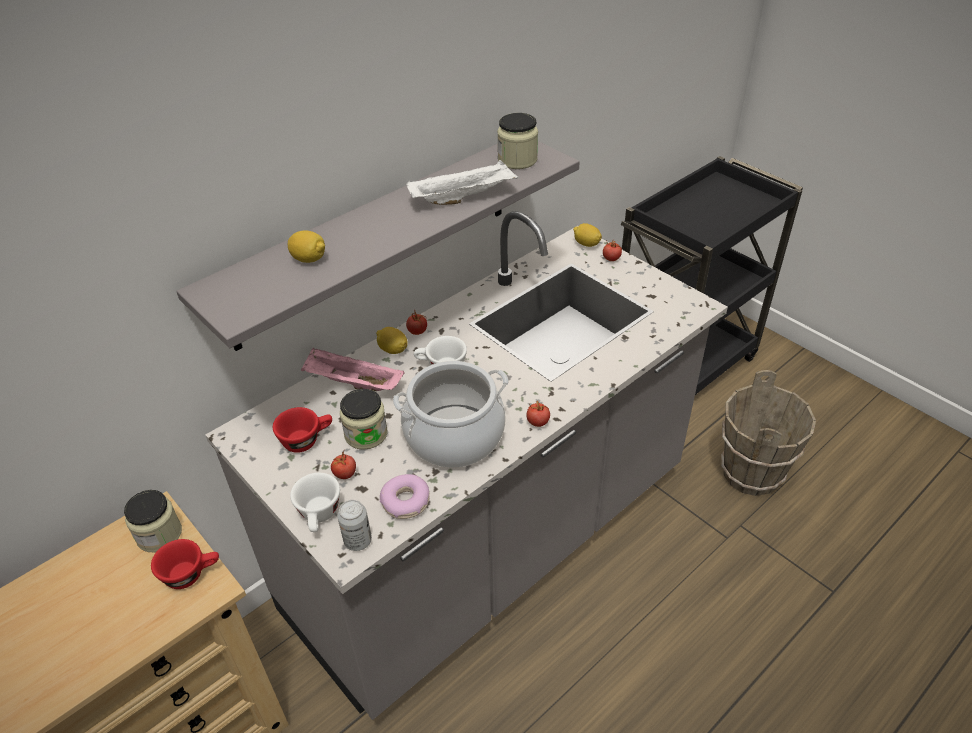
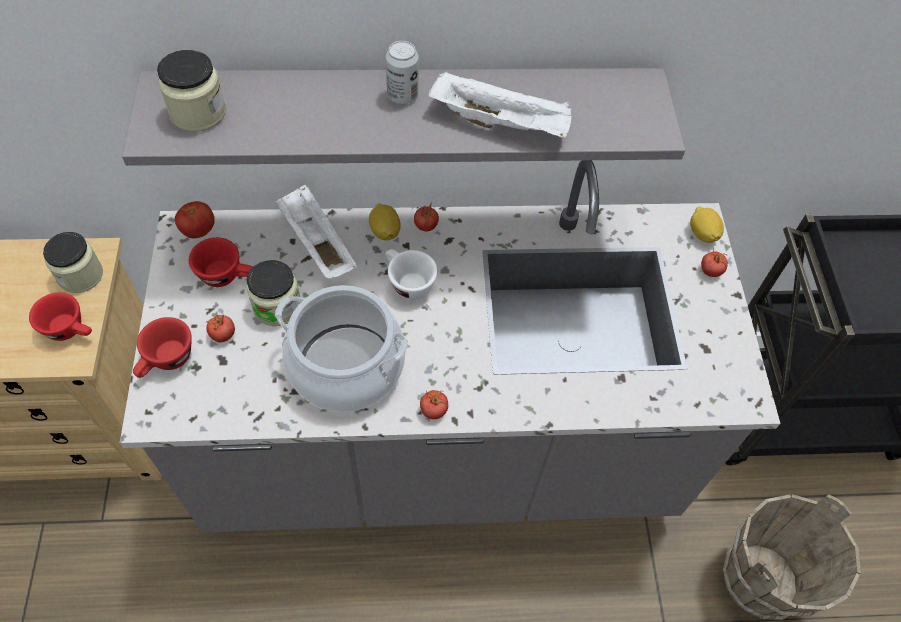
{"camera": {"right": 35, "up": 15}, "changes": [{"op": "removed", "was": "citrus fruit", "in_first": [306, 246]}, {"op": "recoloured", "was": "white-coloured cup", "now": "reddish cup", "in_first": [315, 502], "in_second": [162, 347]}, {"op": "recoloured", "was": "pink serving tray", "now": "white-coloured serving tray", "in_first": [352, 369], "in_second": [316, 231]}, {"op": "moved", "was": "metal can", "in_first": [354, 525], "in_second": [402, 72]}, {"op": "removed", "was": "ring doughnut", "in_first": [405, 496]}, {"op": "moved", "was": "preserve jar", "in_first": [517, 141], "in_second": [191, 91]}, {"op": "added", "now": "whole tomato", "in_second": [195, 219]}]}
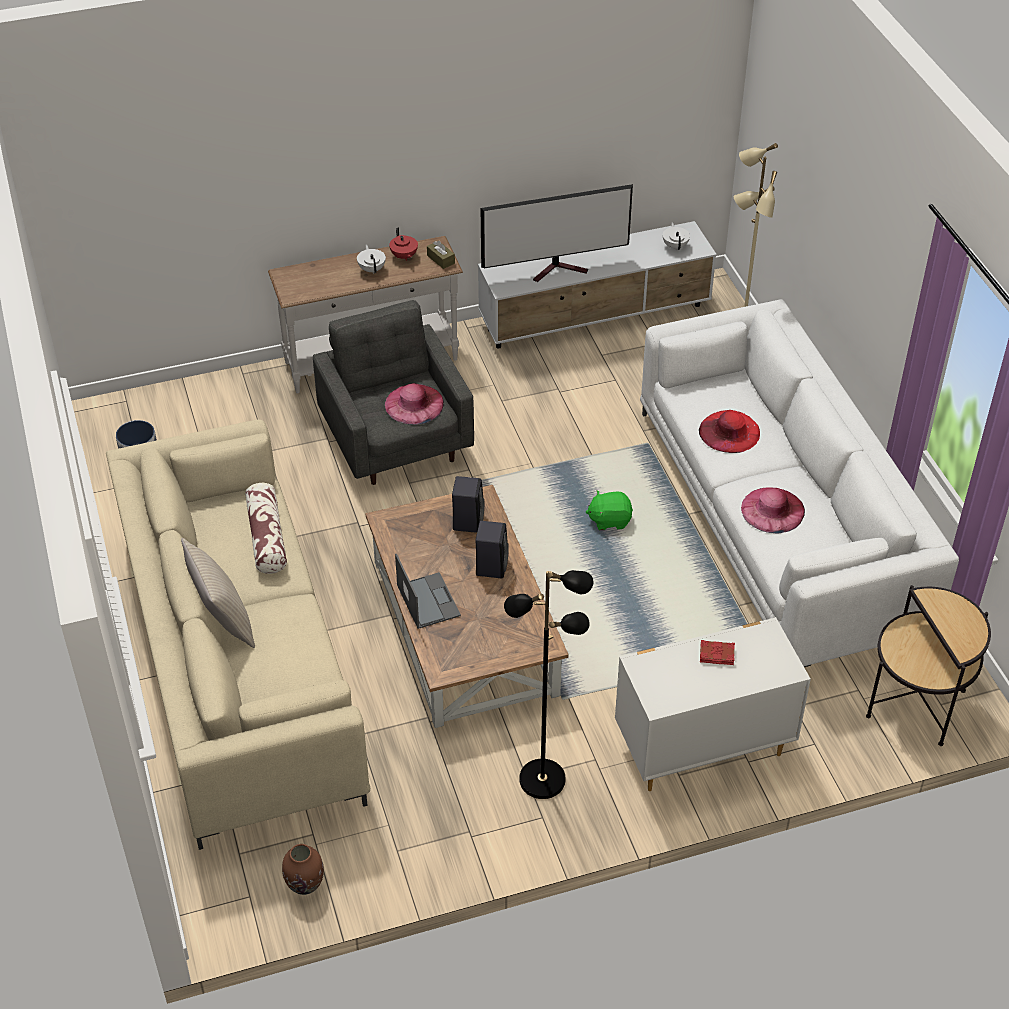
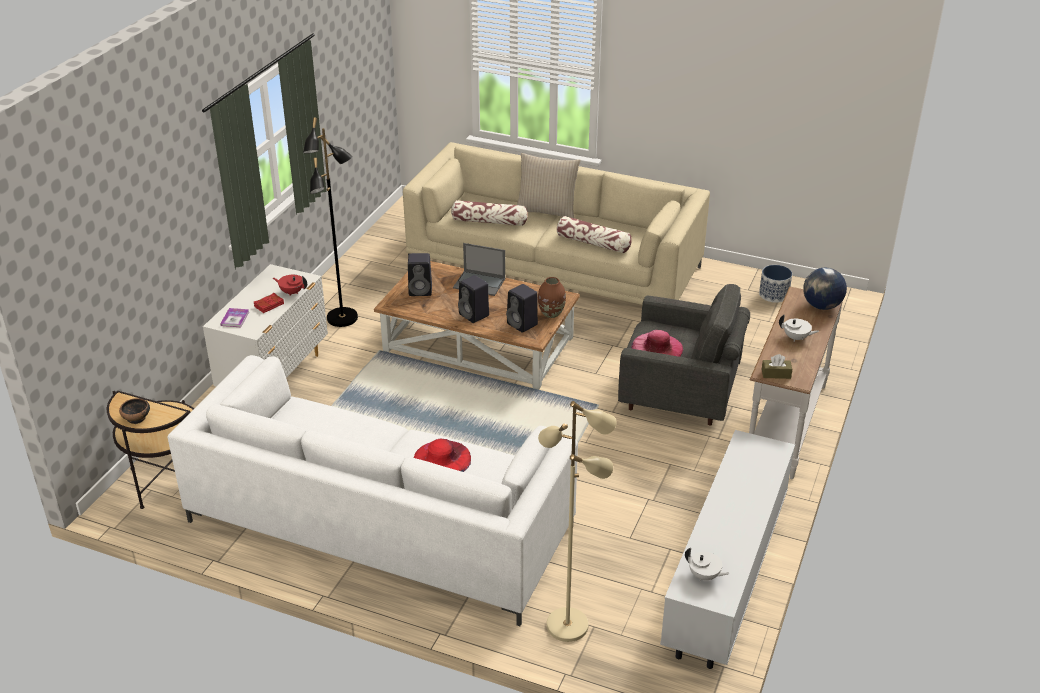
{"camera": {"right": 130, "up": -10}, "changes": [{"op": "moved", "was": "brown decorative vase", "in_first": [303, 869], "in_second": [552, 297]}, {"op": "moved", "was": "reddish tea pot", "in_first": [403, 244], "in_second": [290, 285]}, {"op": "removed", "was": "TV", "in_first": [557, 233]}, {"op": "removed", "was": "green cuddly toy", "in_first": [609, 510]}, {"op": "removed", "was": "pink wearable hat", "in_first": [773, 510]}, {"op": "added", "now": "bowl", "in_second": [134, 411]}, {"op": "added", "now": "bound book", "in_second": [234, 317]}, {"op": "added", "now": "blackish audio speaker", "in_second": [420, 274]}, {"op": "added", "now": "cushion", "in_second": [489, 213]}, {"op": "added", "now": "world globe", "in_second": [825, 289]}]}
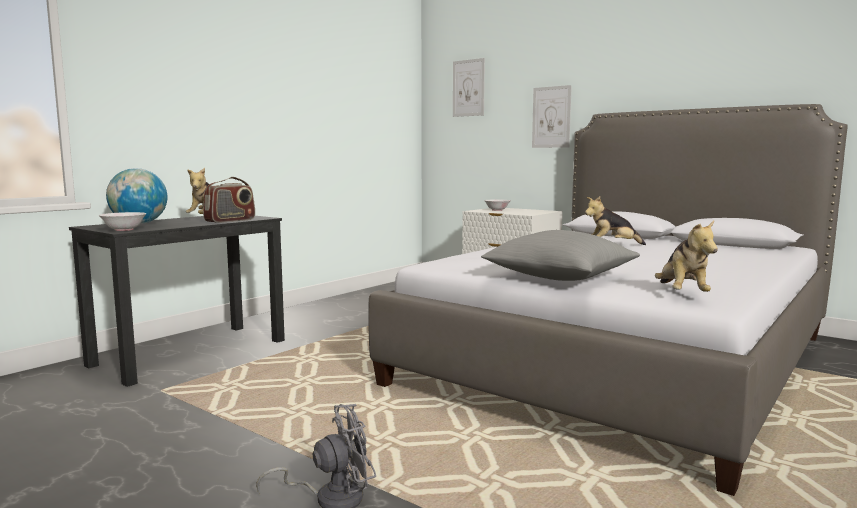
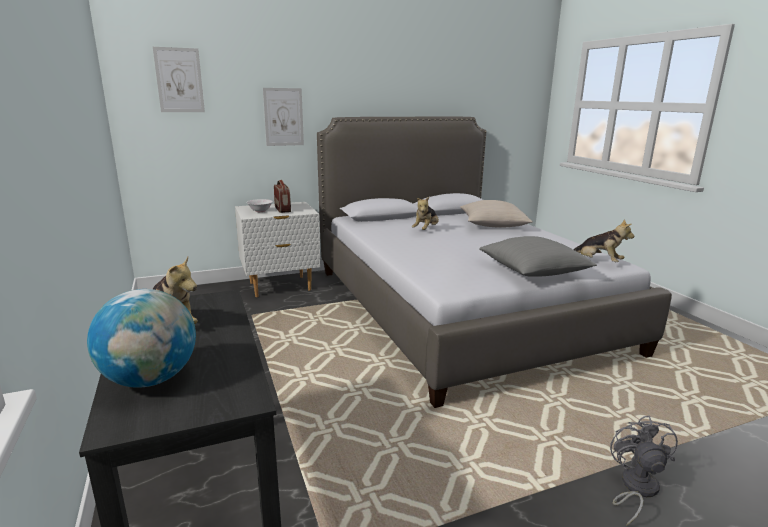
{"camera": {"right": -60, "up": 10}, "changes": [{"op": "removed", "was": "white-coloured bowl", "in_first": [123, 221]}, {"op": "moved", "was": "radio receiver", "in_first": [229, 200], "in_second": [282, 196]}, {"op": "added", "now": "sand-coloured cushion", "in_second": [496, 214]}]}
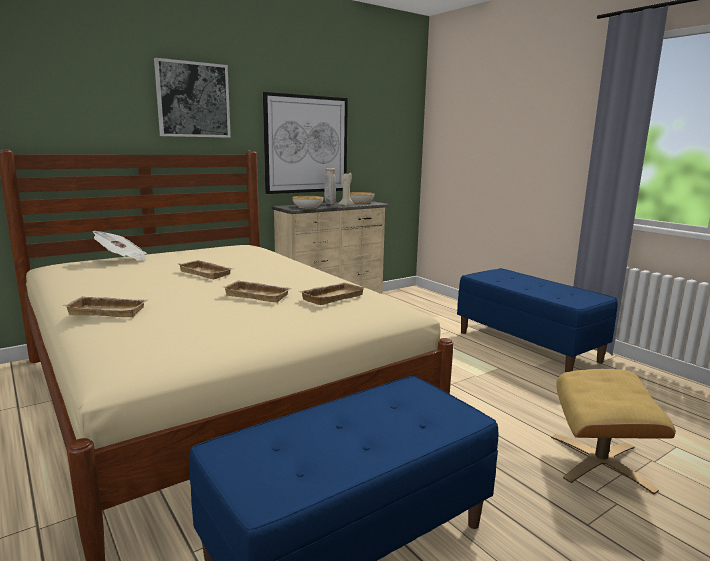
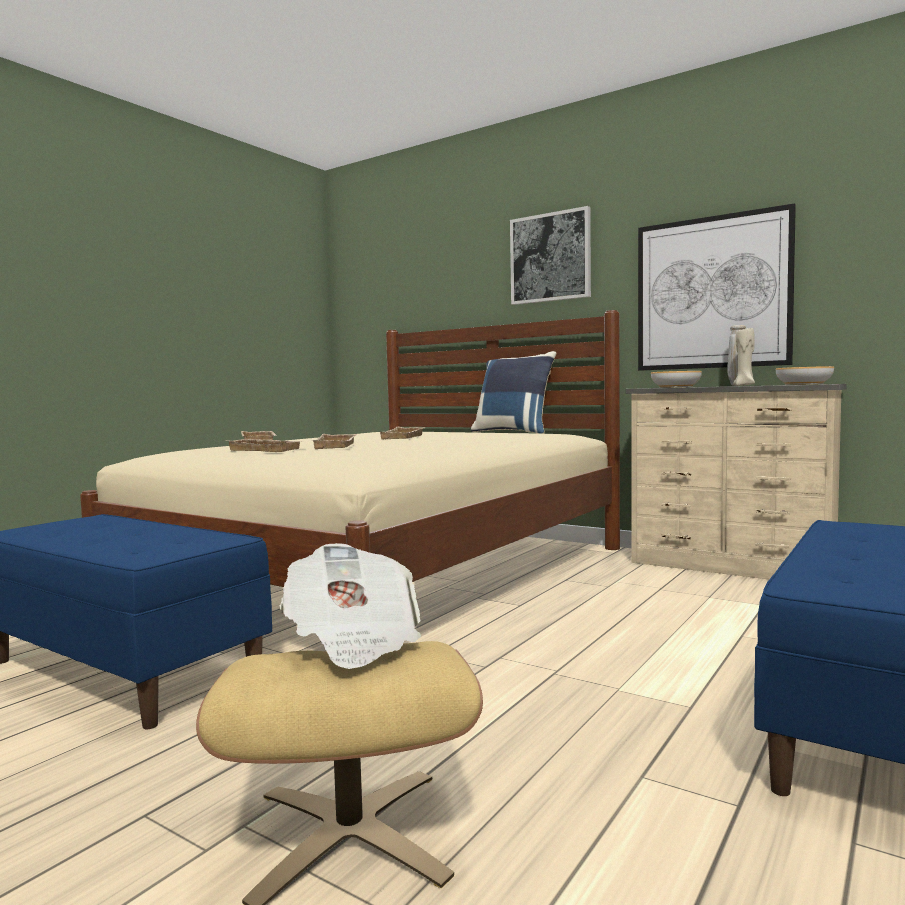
{"camera": {"right": 70, "up": -10}, "changes": [{"op": "moved", "was": "daily paper", "in_first": [120, 246], "in_second": [350, 606]}, {"op": "moved", "was": "sand-coloured serving tray", "in_first": [331, 293], "in_second": [265, 445]}, {"op": "added", "now": "blue-coloured cushion", "in_second": [513, 392]}]}
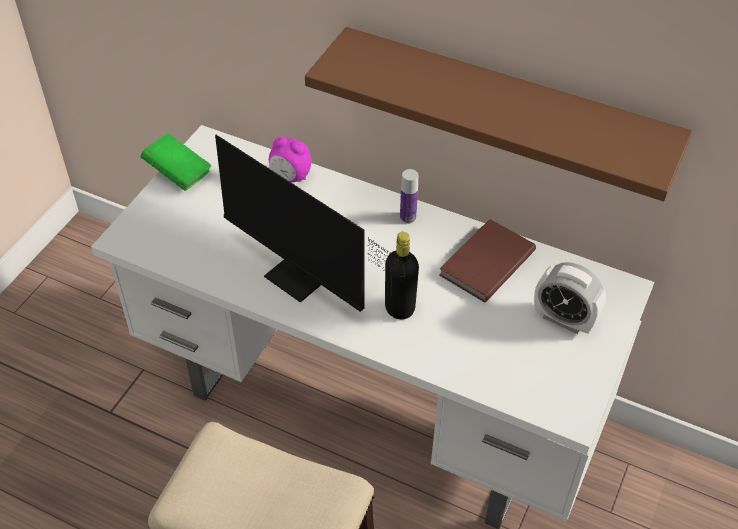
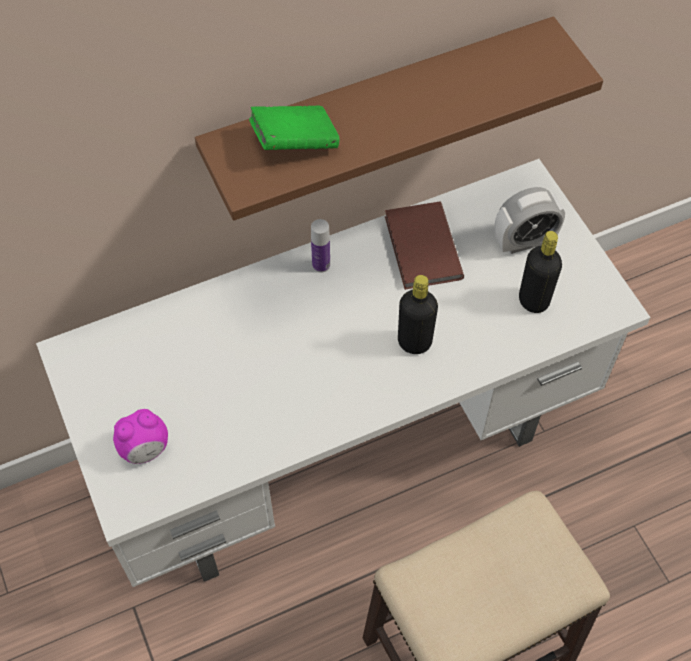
{"camera": {"right": -50, "up": 10}, "changes": [{"op": "moved", "was": "green bound book", "in_first": [175, 162], "in_second": [294, 128]}, {"op": "removed", "was": "computer display", "in_first": [316, 223]}, {"op": "moved", "was": "bedside clock", "in_first": [290, 159], "in_second": [140, 436]}, {"op": "added", "now": "blackish bottle", "in_second": [540, 272]}]}
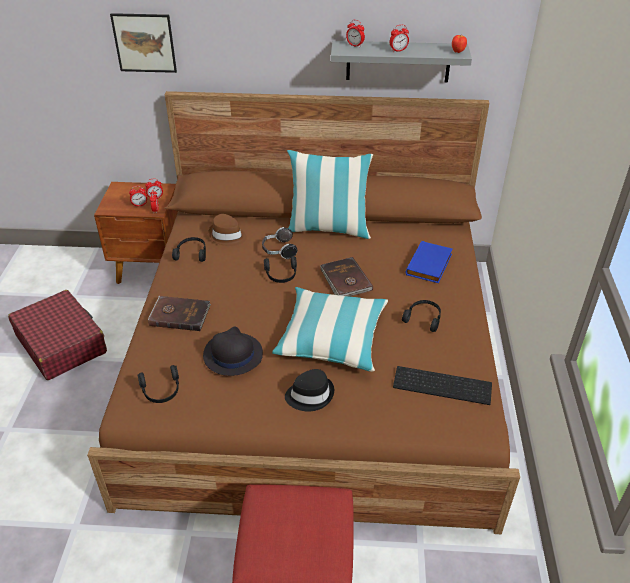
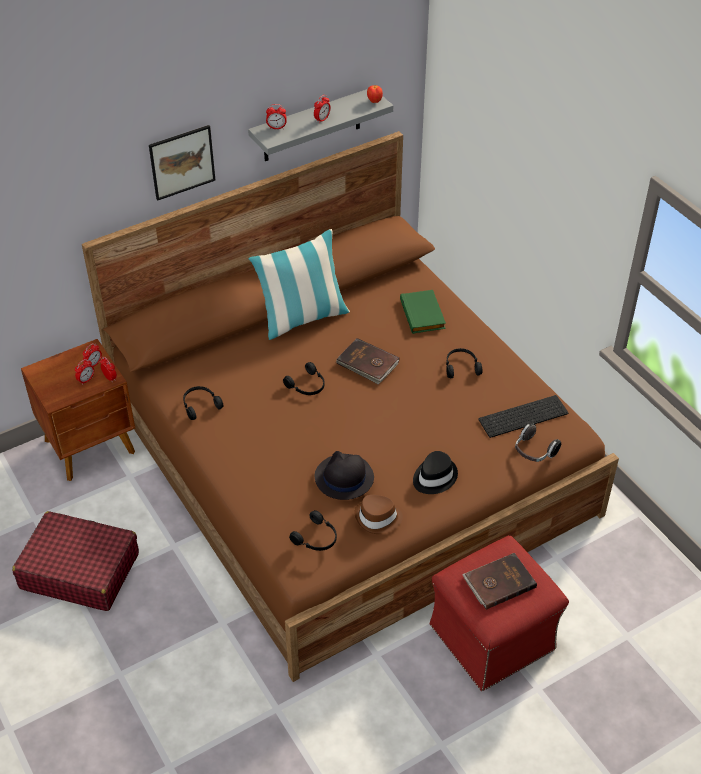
{"camera": {"right": -35, "up": 5}, "changes": [{"op": "moved", "was": "wall art", "in_first": [143, 43], "in_second": [182, 162]}, {"op": "moved", "was": "brown bound book", "in_first": [179, 313], "in_second": [499, 581]}, {"op": "moved", "was": "brown wearable hat", "in_first": [228, 230], "in_second": [378, 514]}, {"op": "moved", "was": "pair of headphones", "in_first": [279, 243], "in_second": [538, 442]}, {"op": "removed", "was": "cushion", "in_first": [330, 329]}, {"op": "recoloured", "was": "blue-coloured bound book", "now": "green bound book", "in_first": [429, 262], "in_second": [423, 312]}]}
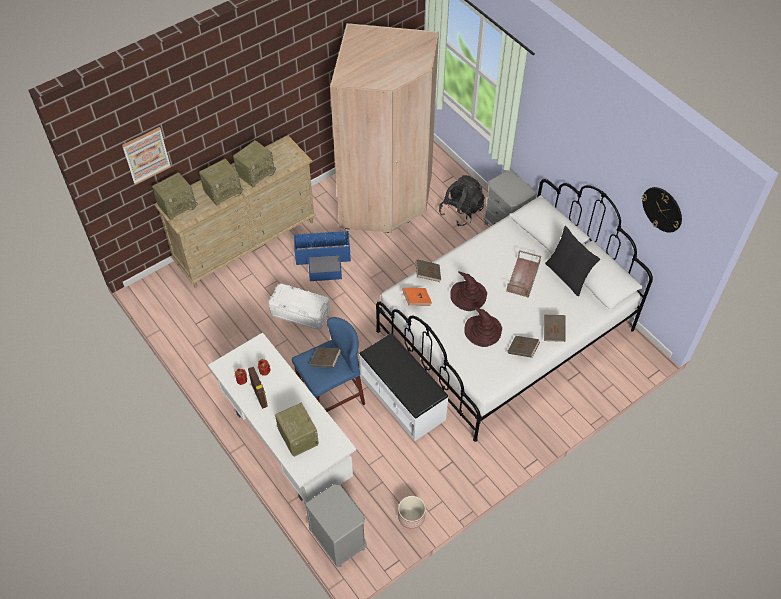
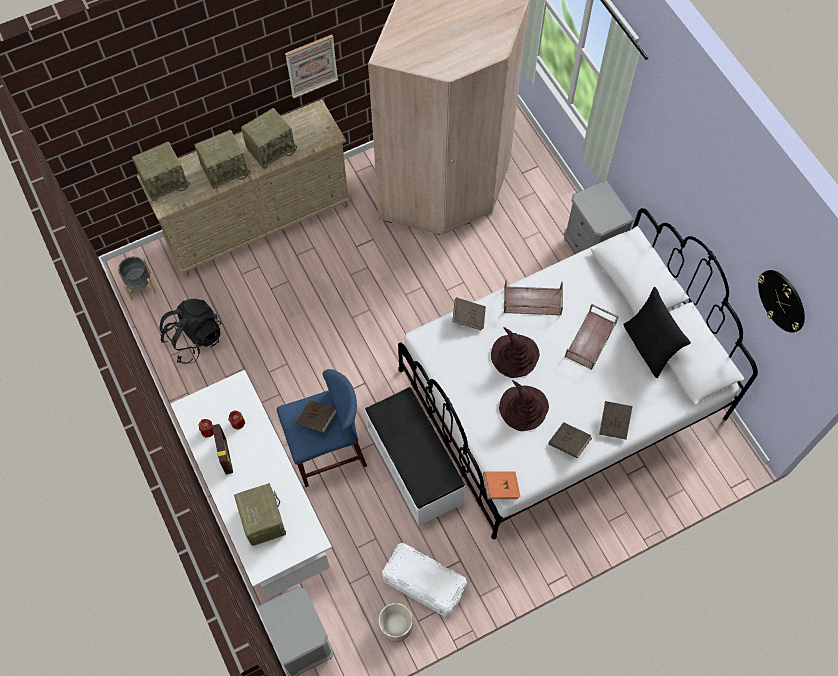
{"camera": {"right": 10, "up": 10}, "changes": [{"op": "moved", "was": "wall art", "in_first": [146, 156], "in_second": [311, 66]}, {"op": "moved", "was": "white-coloured storage box", "in_first": [299, 306], "in_second": [424, 580]}, {"op": "removed", "was": "blue-coloured storage box", "in_first": [322, 255]}, {"op": "moved", "was": "orange-coloured bound book", "in_first": [417, 297], "in_second": [502, 485]}, {"op": "moved", "was": "blackish knapsack", "in_first": [462, 200], "in_second": [190, 331]}, {"op": "added", "now": "greyish plant pot", "in_second": [137, 279]}, {"op": "added", "now": "brown serving tray", "in_second": [533, 297]}]}
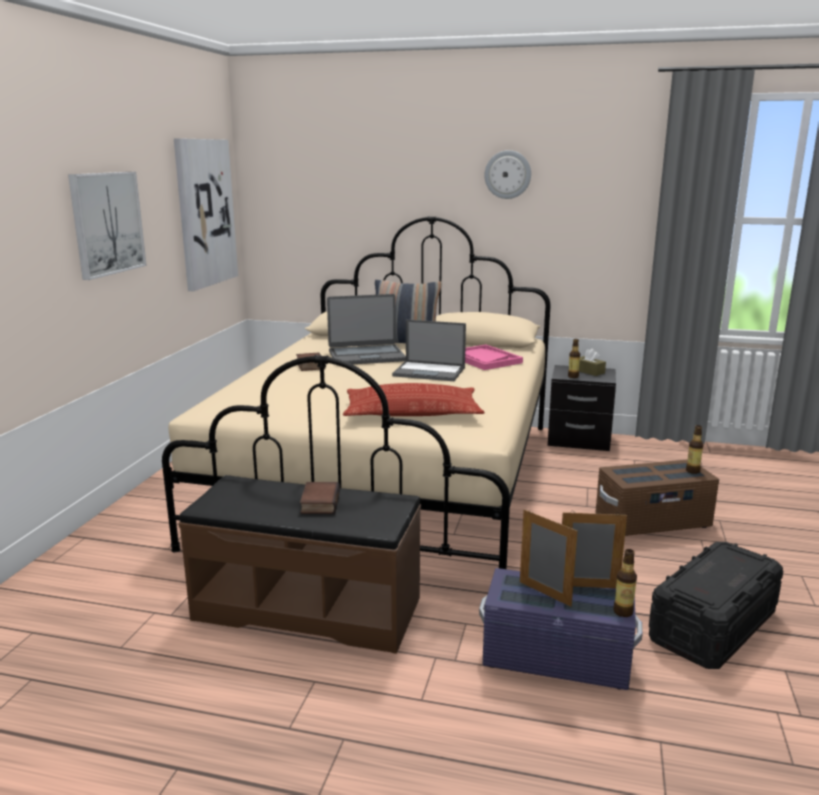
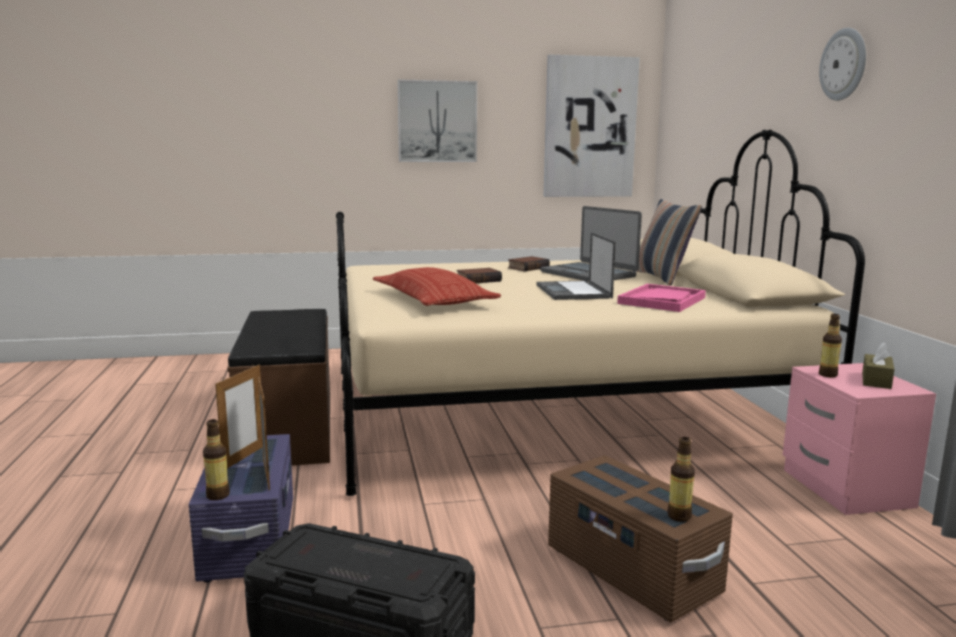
{"camera": {"right": 65, "up": -5}, "changes": [{"op": "moved", "was": "bound book", "in_first": [320, 498], "in_second": [479, 275]}, {"op": "recoloured", "was": "blackish night table", "now": "pink night table", "in_first": [582, 408], "in_second": [859, 439]}]}
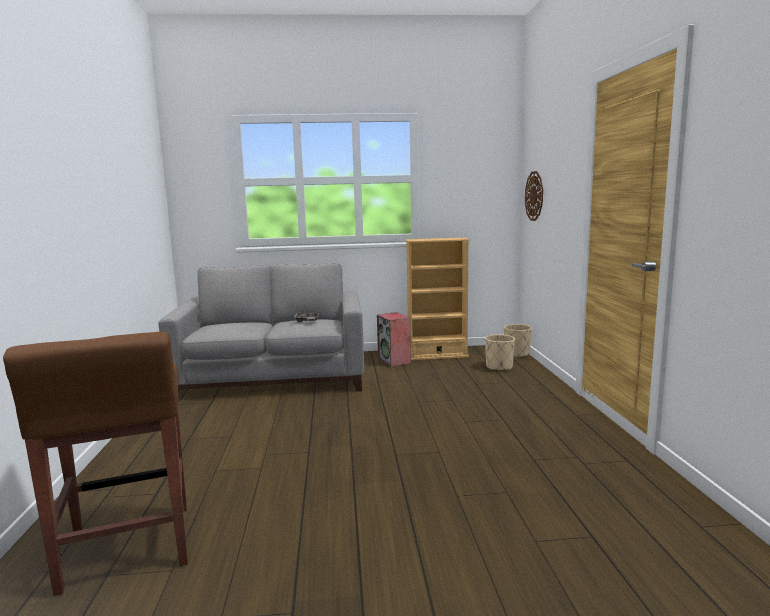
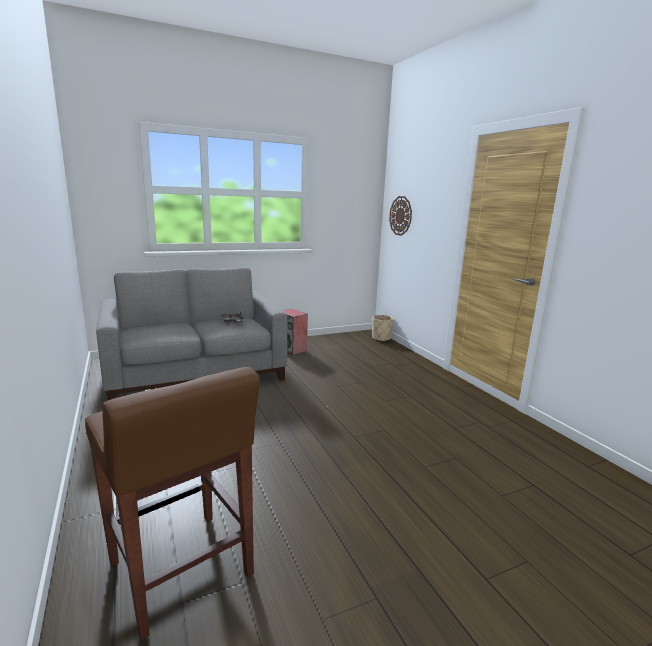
{"camera": {"right": -20, "up": 5}, "changes": [{"op": "removed", "was": "sand-coloured bookshelf", "in_first": [437, 299]}, {"op": "removed", "was": "sand-coloured plant pot", "in_first": [500, 352]}]}
